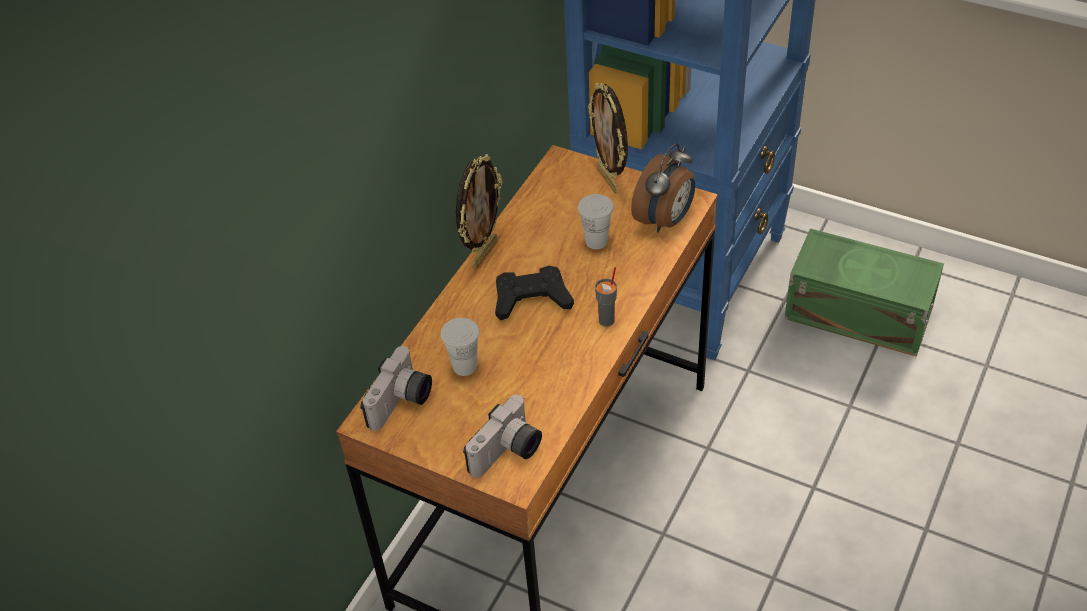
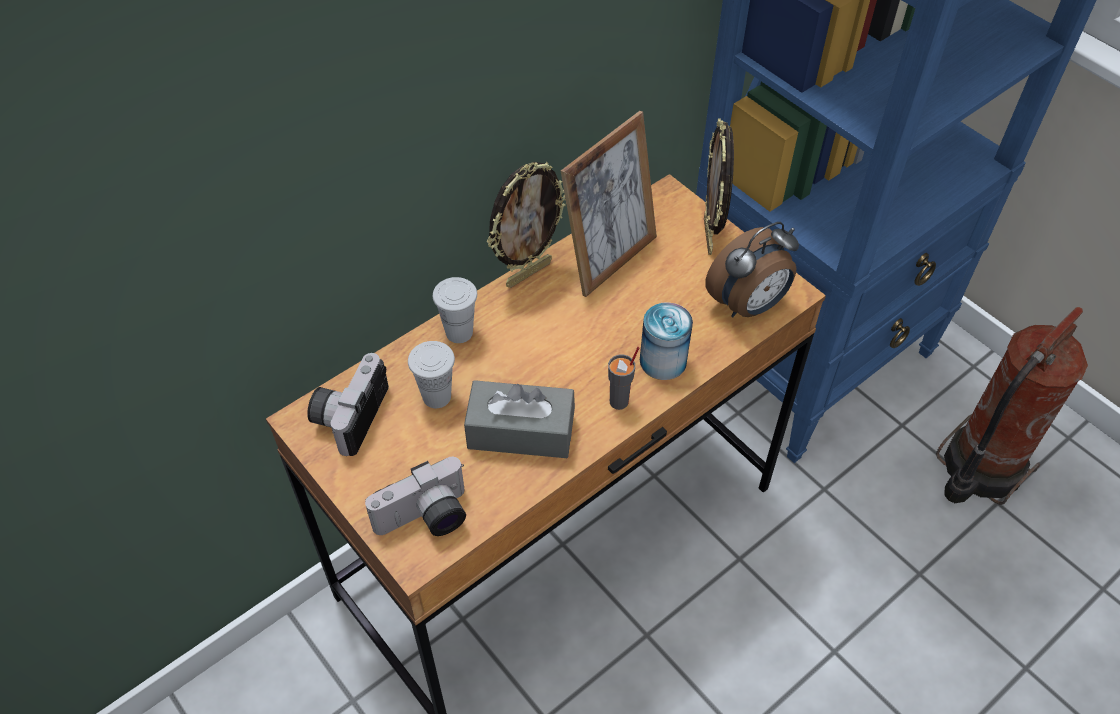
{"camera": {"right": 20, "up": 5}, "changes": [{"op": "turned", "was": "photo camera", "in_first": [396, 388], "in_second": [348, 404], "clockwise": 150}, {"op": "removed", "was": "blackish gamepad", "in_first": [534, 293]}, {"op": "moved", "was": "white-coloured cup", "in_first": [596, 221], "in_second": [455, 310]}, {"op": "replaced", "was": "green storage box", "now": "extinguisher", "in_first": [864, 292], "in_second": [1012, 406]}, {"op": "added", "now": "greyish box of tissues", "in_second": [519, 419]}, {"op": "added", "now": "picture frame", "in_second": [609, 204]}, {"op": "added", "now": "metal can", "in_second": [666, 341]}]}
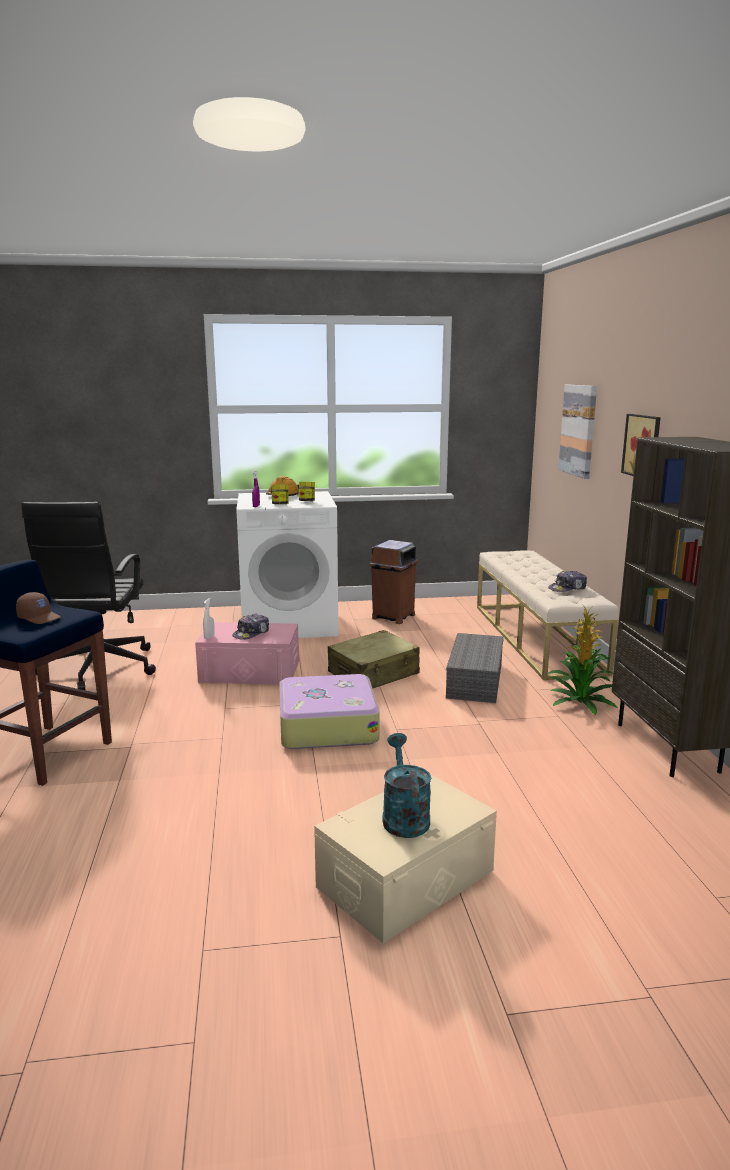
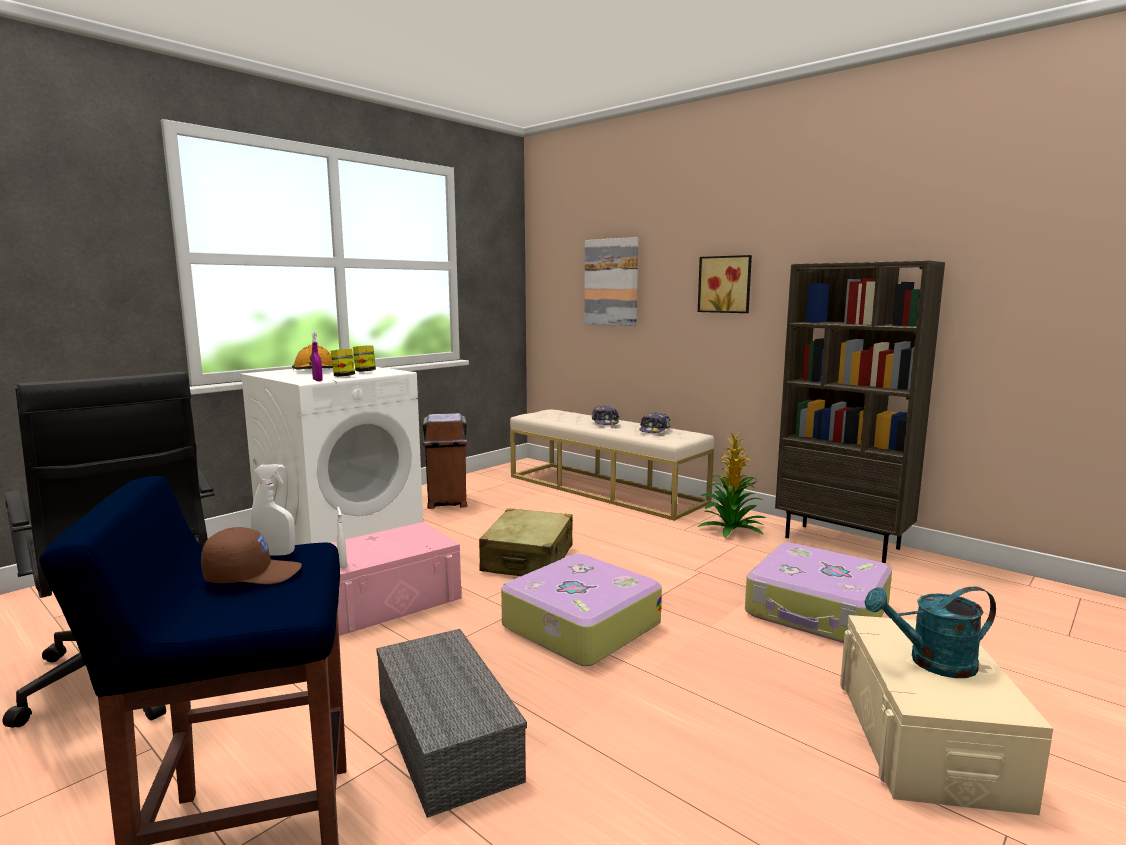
{"camera": {"right": -40, "up": -5}, "changes": [{"op": "moved", "was": "cap", "in_first": [250, 626], "in_second": [605, 415]}, {"op": "turned", "was": "turquoise-coloured watering pot", "in_first": [406, 785], "in_second": [930, 632], "clockwise": -45}, {"op": "moved", "was": "greyish storage box", "in_first": [475, 668], "in_second": [451, 723]}, {"op": "added", "now": "white-coloured sprayer", "in_second": [273, 510]}, {"op": "added", "now": "piece of luggage", "in_second": [818, 593]}]}
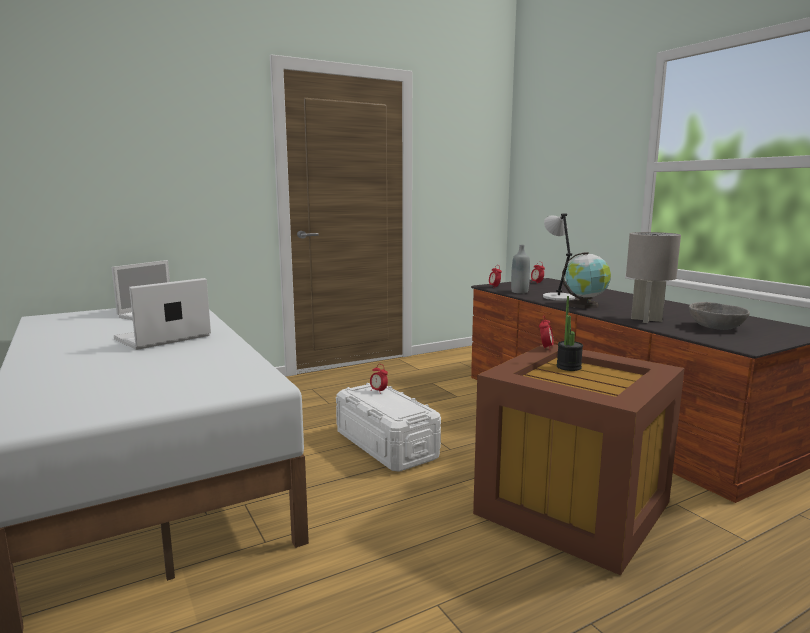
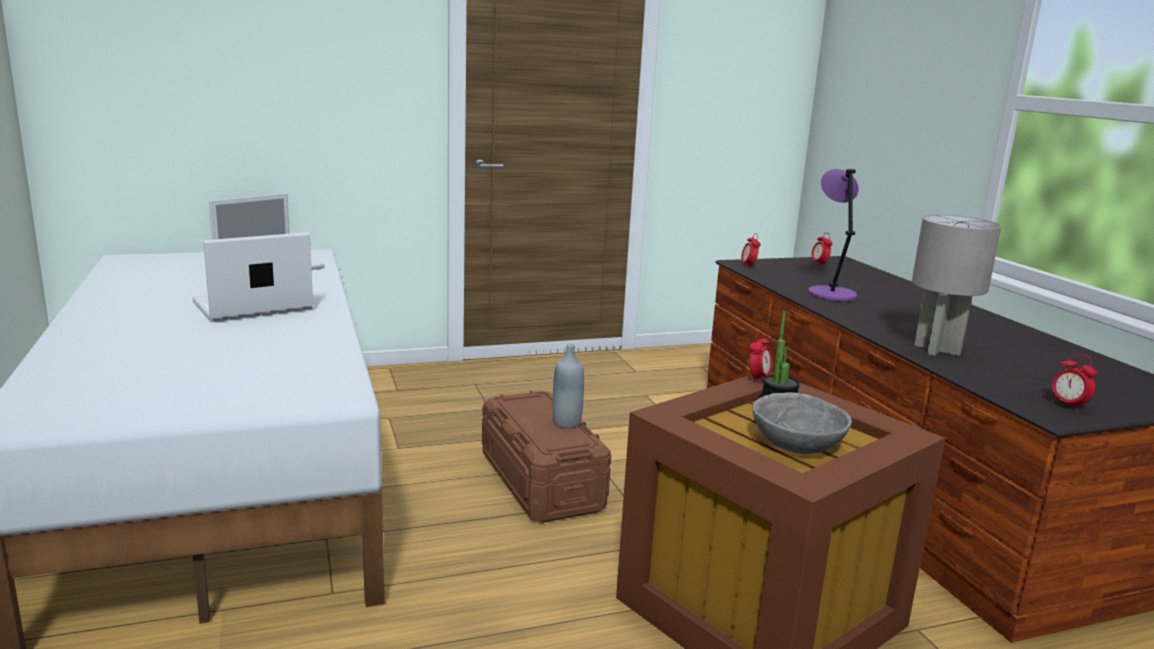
{"camera": {"right": 10, "up": 5}, "changes": [{"op": "recoloured", "was": "white-coloured storage box", "now": "brown storage box", "in_first": [388, 427], "in_second": [546, 456]}, {"op": "moved", "was": "bedside clock", "in_first": [379, 379], "in_second": [1074, 382]}, {"op": "moved", "was": "greyish bottle", "in_first": [520, 269], "in_second": [568, 386]}, {"op": "recoloured", "was": "greyish tabletop lamp", "now": "purple tabletop lamp", "in_first": [559, 257], "in_second": [833, 235]}, {"op": "removed", "was": "world globe", "in_first": [586, 280]}, {"op": "moved", "was": "greyish bowl", "in_first": [719, 316], "in_second": [802, 423]}]}
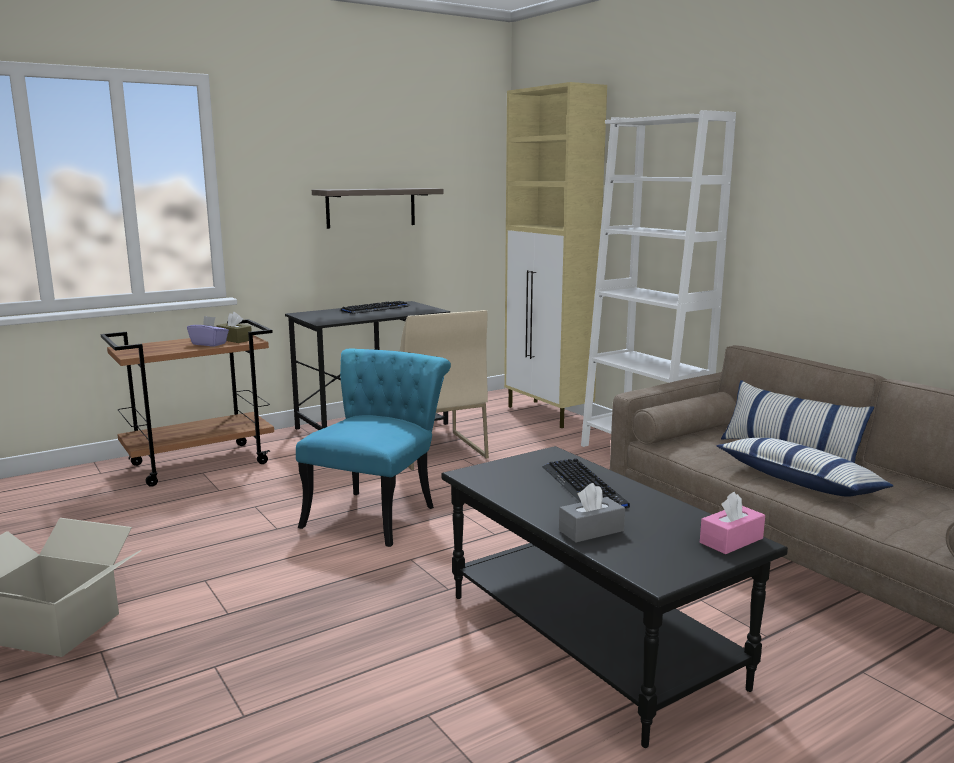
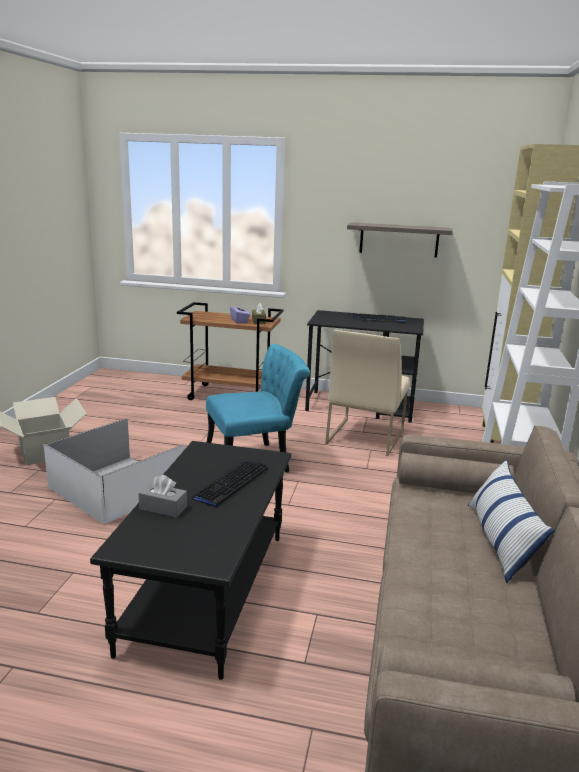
{"camera": {"right": 45, "up": 5}, "changes": [{"op": "removed", "was": "pink box of tissues", "in_first": [732, 523]}, {"op": "removed", "was": "cushion", "in_first": [805, 467]}, {"op": "added", "now": "white-coloured storage box", "in_second": [114, 471]}]}
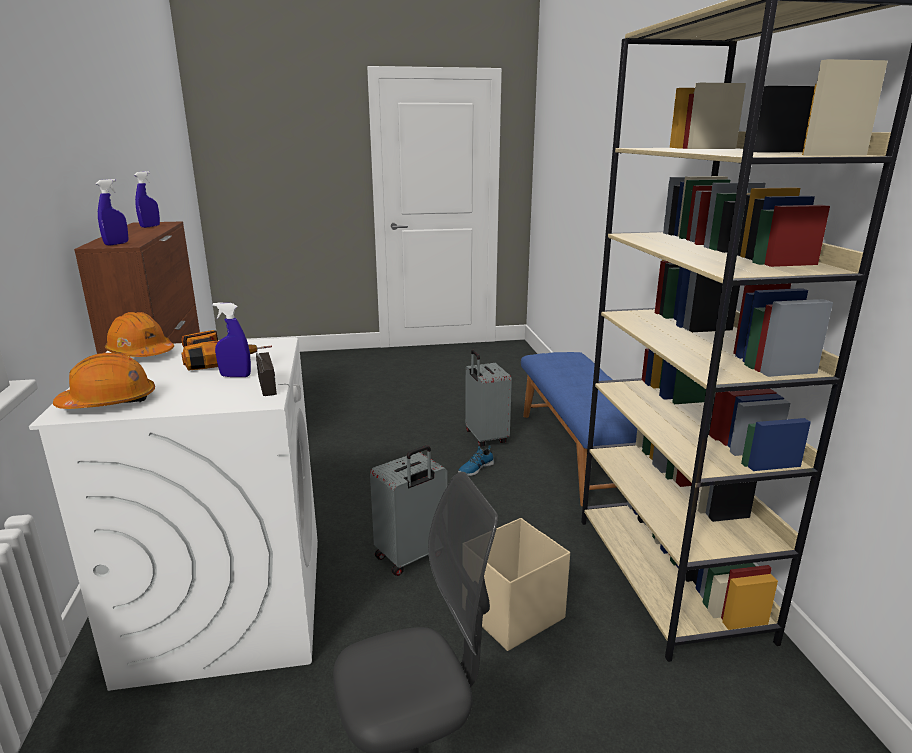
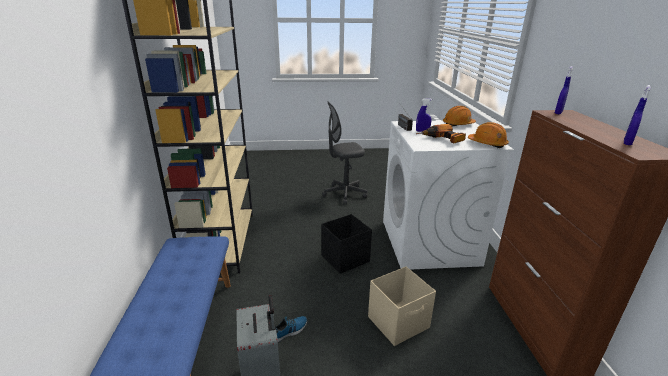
{"camera": {"right": -175, "up": 5}, "changes": [{"op": "replaced", "was": "greyish piece of luggage", "now": "blackish storage box", "in_first": [408, 510], "in_second": [346, 244]}, {"op": "moved", "was": "sand-coloured storage box", "in_first": [526, 584], "in_second": [402, 306]}]}
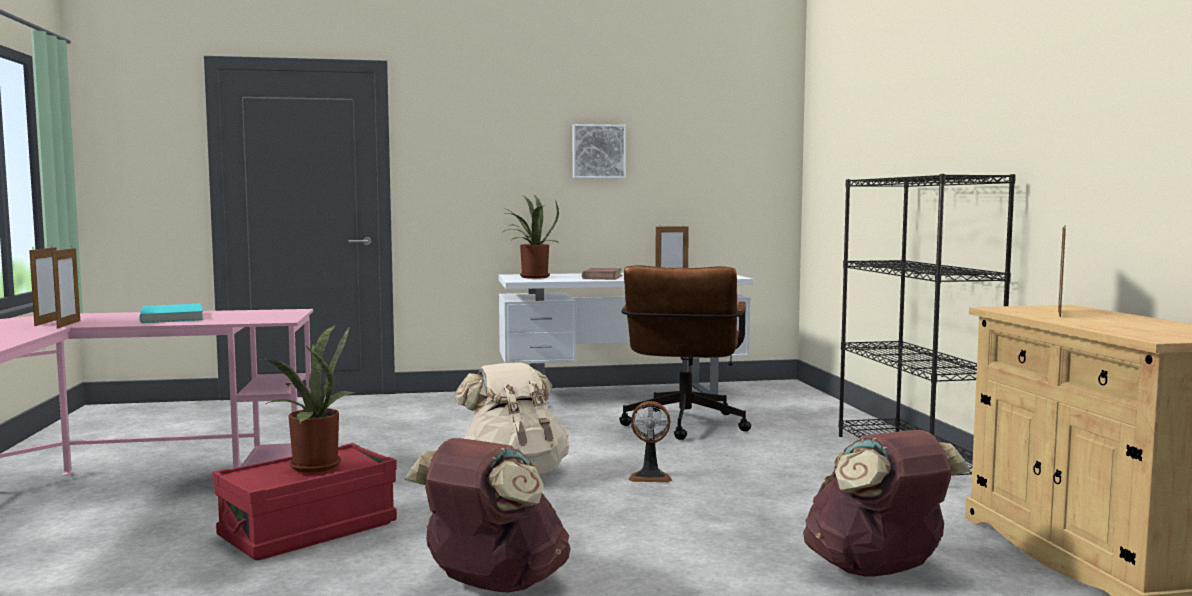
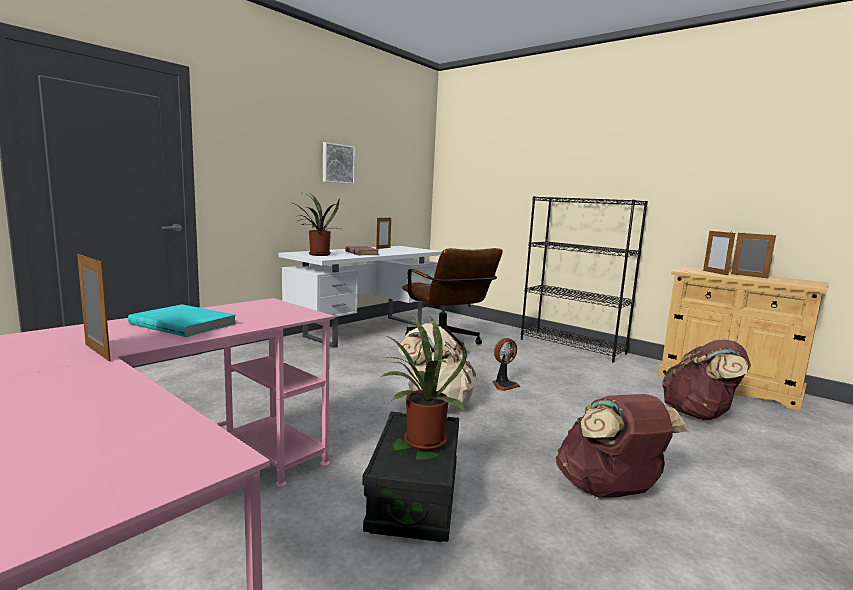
{"camera": {"right": -40, "up": 5}, "changes": [{"op": "moved", "was": "picture frame", "in_first": [43, 286], "in_second": [753, 255]}, {"op": "recoloured", "was": "reddish storage box", "now": "blackish storage box", "in_first": [304, 501], "in_second": [410, 476]}]}
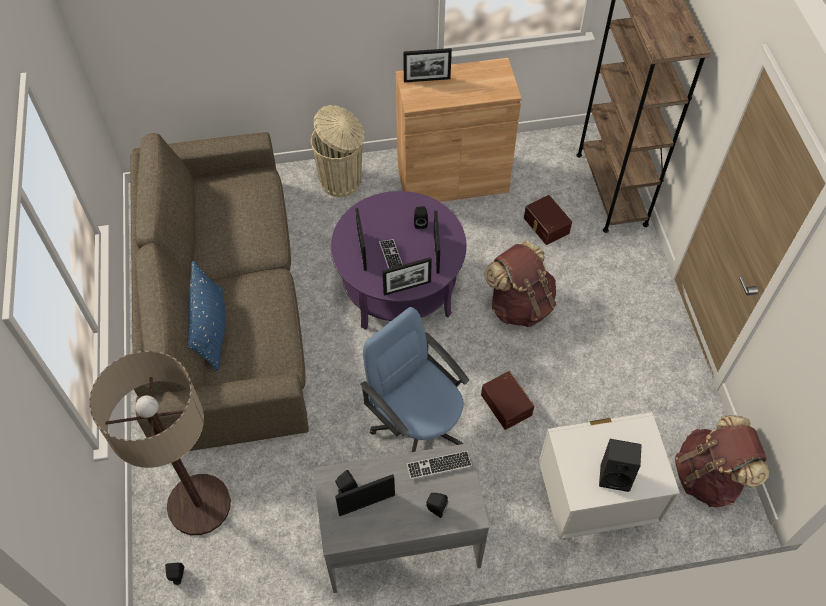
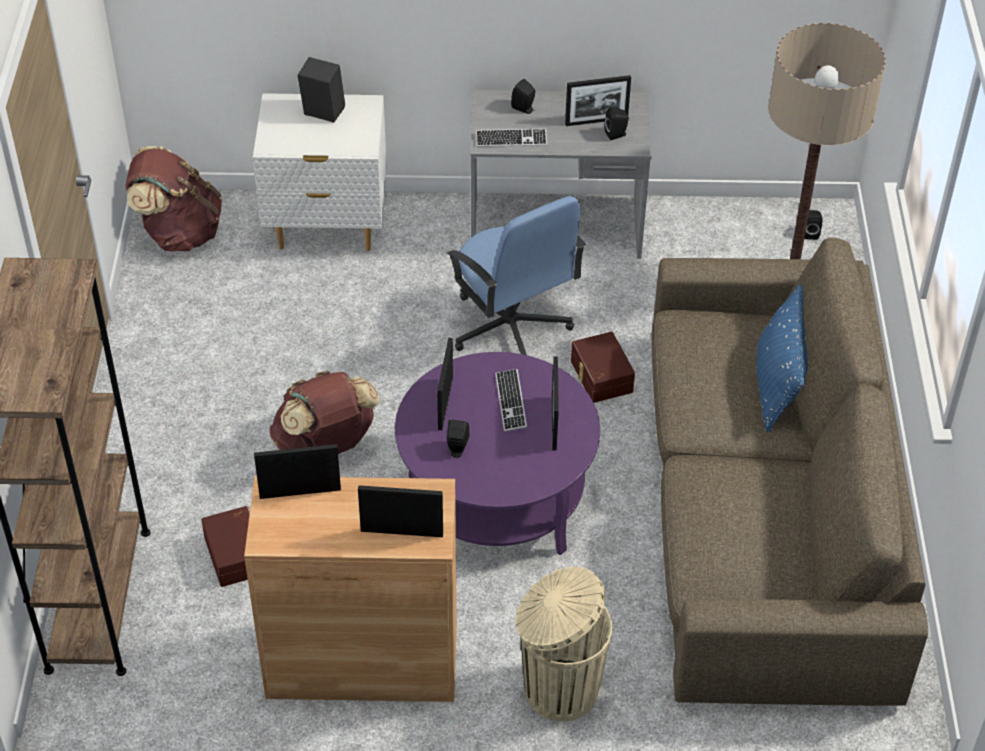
{"camera": {"right": -170, "up": -10}, "changes": [{"op": "moved", "was": "picture frame", "in_first": [407, 276], "in_second": [297, 471]}, {"op": "moved", "was": "brown storage box", "in_first": [507, 400], "in_second": [603, 367]}]}
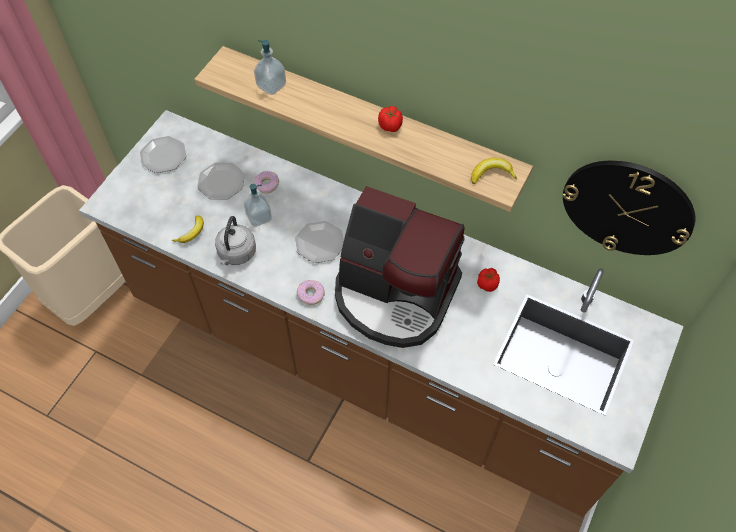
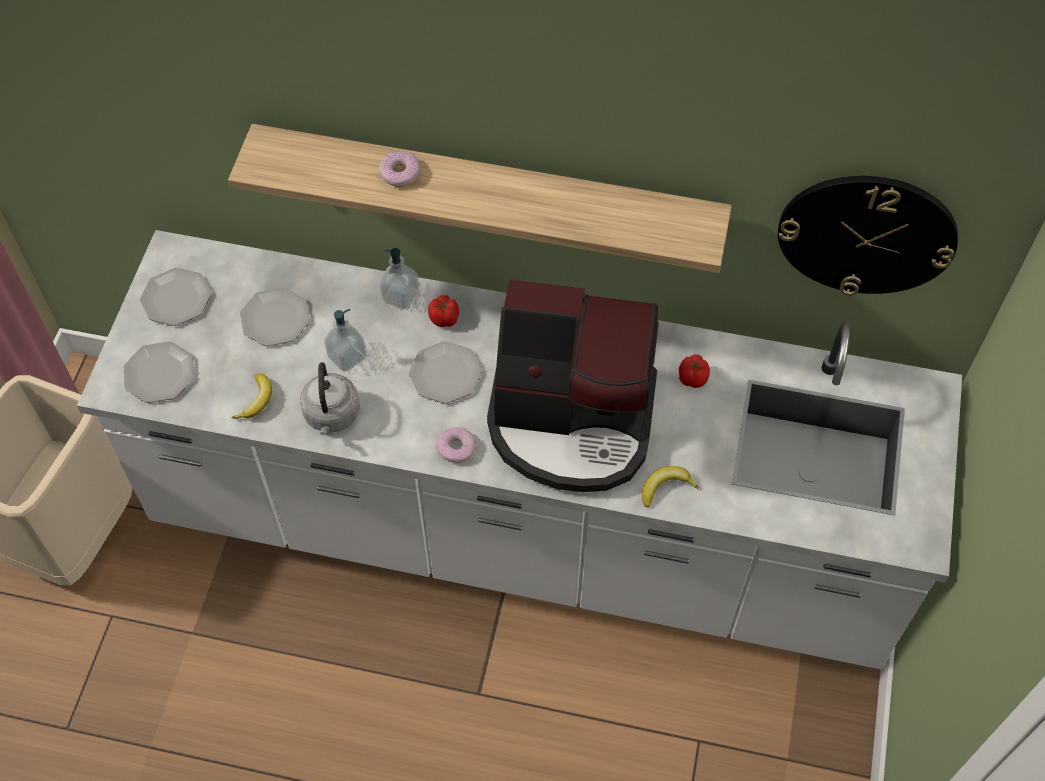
{"camera": {"right": -15, "up": 0}, "changes": [{"op": "recoloured", "was": "brown counter", "now": "white-coloured counter", "in_first": [381, 313], "in_second": [519, 449]}, {"op": "moved", "was": "soap dispenser", "in_first": [270, 67], "in_second": [399, 278]}, {"op": "moved", "was": "ring doughnut", "in_first": [266, 182], "in_second": [399, 169]}, {"op": "moved", "was": "whole tomato", "in_first": [390, 119], "in_second": [443, 311]}, {"op": "moved", "was": "whole banana", "in_first": [494, 171], "in_second": [670, 486]}, {"op": "added", "now": "flat dish", "in_second": [158, 372]}]}
